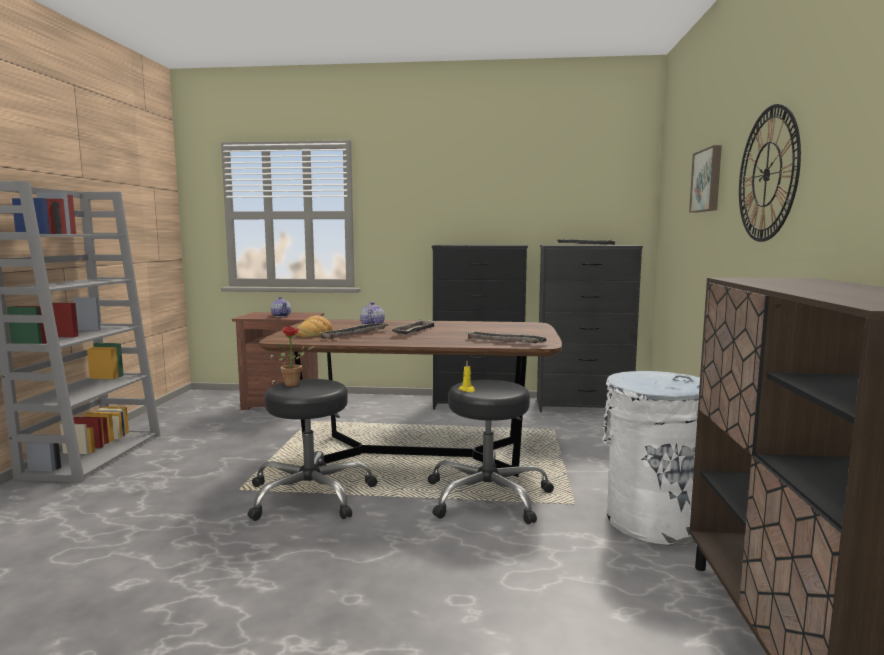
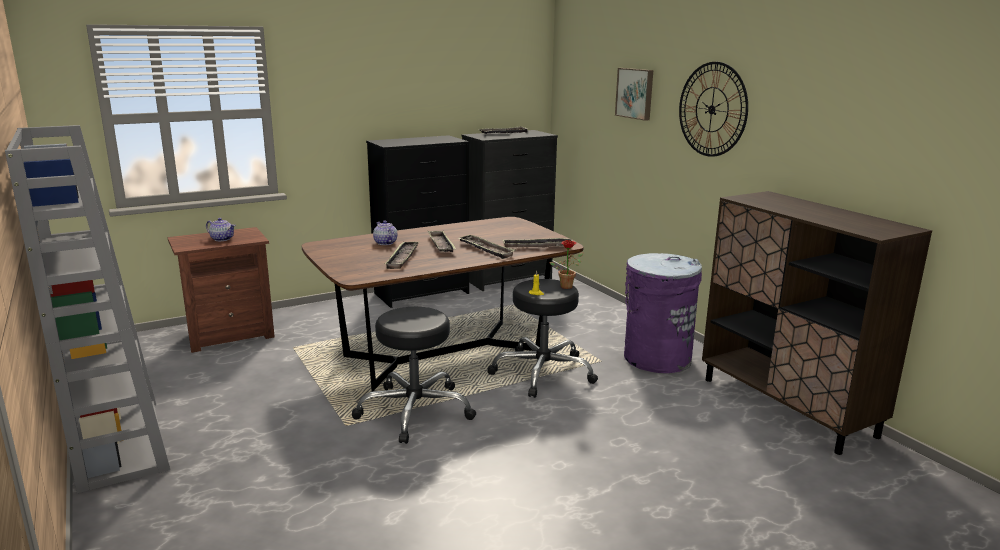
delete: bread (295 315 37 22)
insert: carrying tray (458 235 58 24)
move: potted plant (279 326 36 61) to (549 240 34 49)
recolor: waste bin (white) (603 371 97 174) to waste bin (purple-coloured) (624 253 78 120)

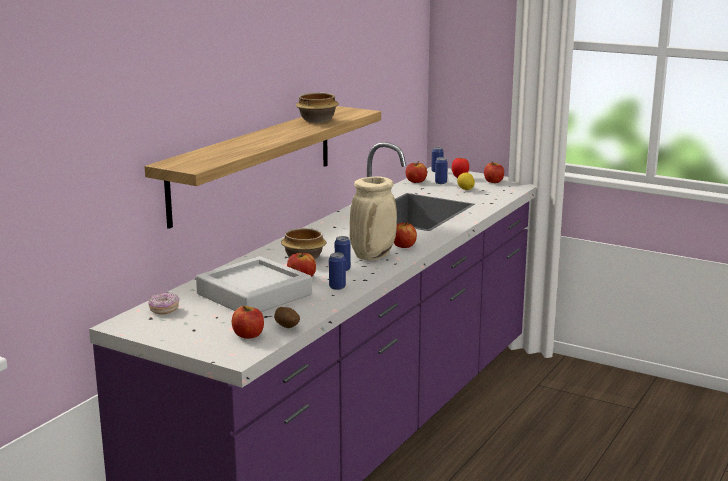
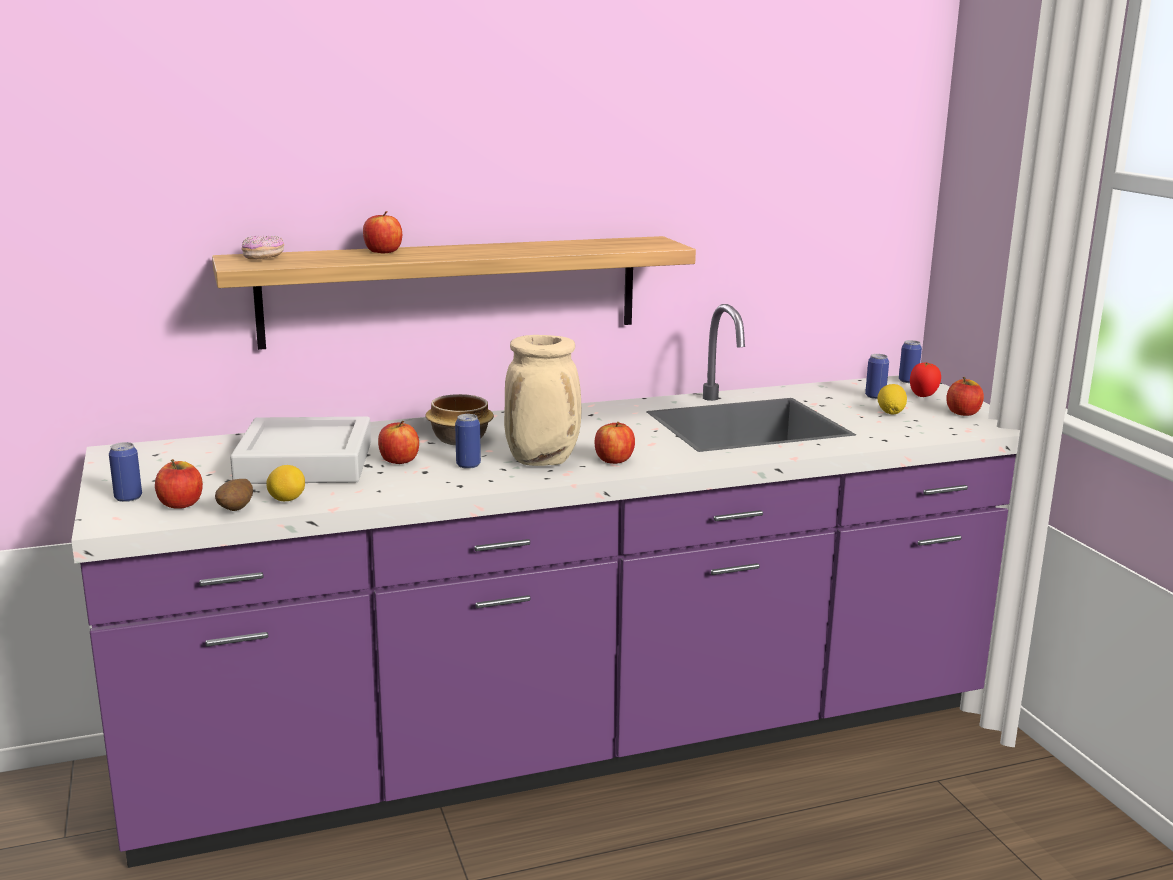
delete: deep dish (296 93 43 30)
insert: lemon (266 465 39 36)
move: doughnut (148 292 31 23) to (241 236 43 24); metal can (329 253 17 37) to (109 442 33 60); apple fruit (406 161 21 22) to (363 211 39 42)

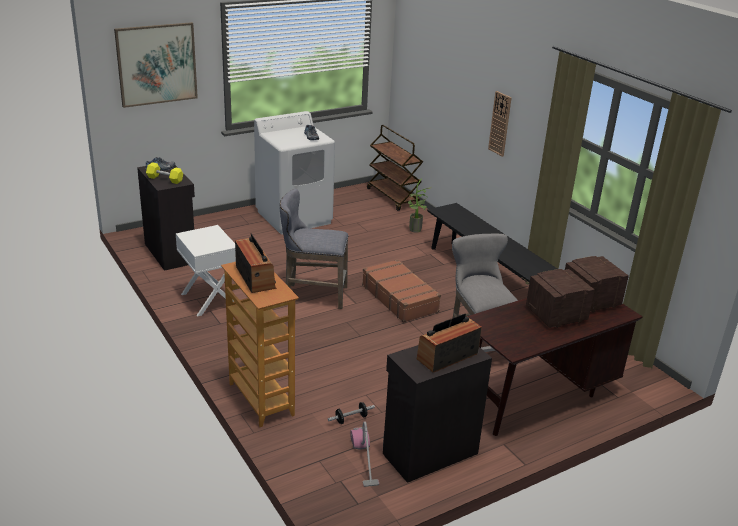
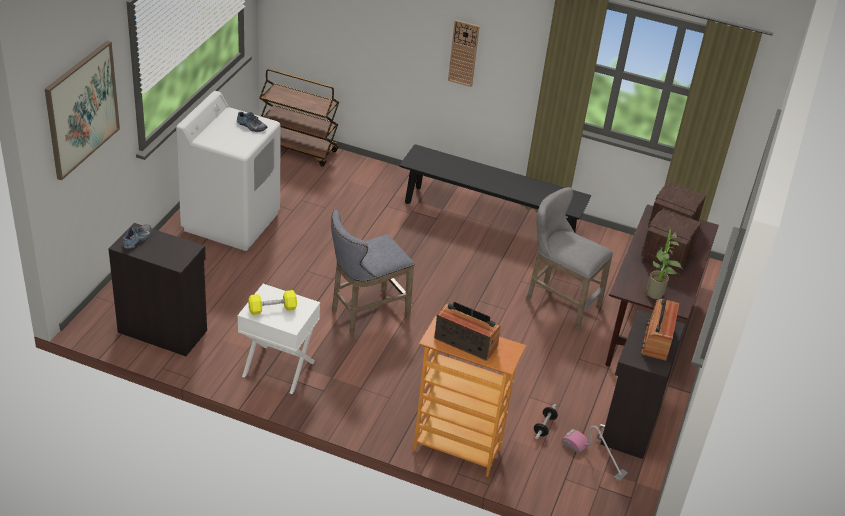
delete: travel case (brownish) (362 259 79 64)
move: hand weight (yellowish) (146 162 37 22) to (248 290 49 25); potted plant (408 179 23 54) to (646 229 37 70)

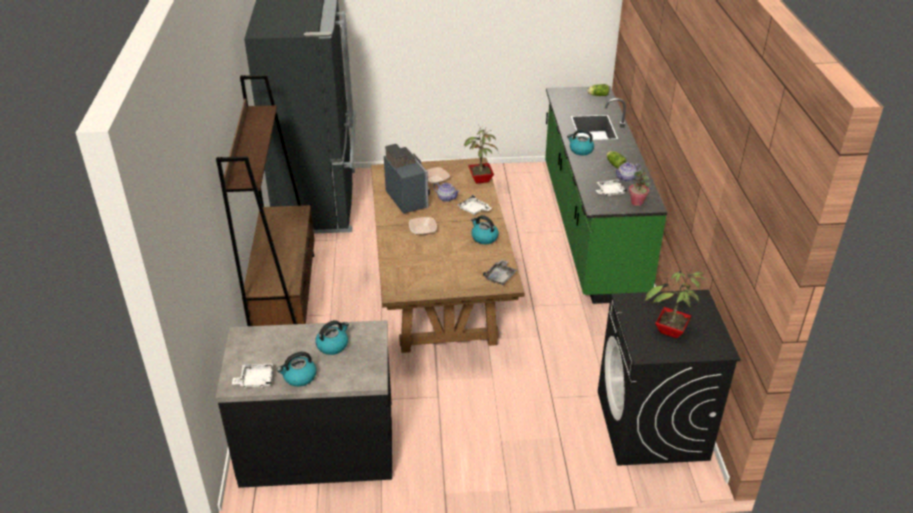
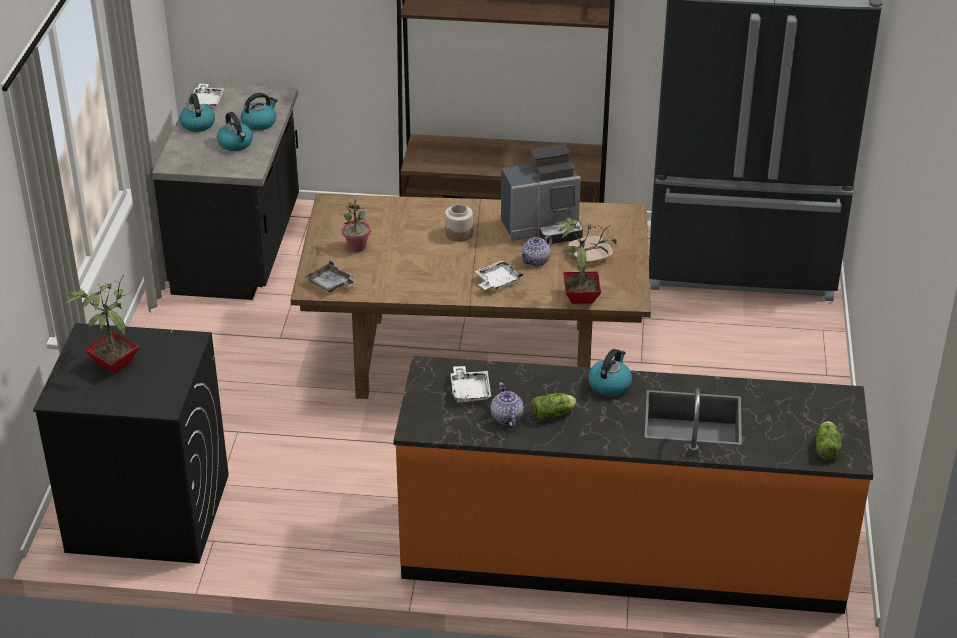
move: water kettle (471 215 28 29) to (241 93 37 38); potted plant (629 170 21 36) to (342 198 29 54)
replace: deep dish (409 217 28 18) to storage jar (445 204 28 38)
recolor: counter (green-coloured) (545 86 122 218) to counter (orange-coloured) (393 356 480 258)

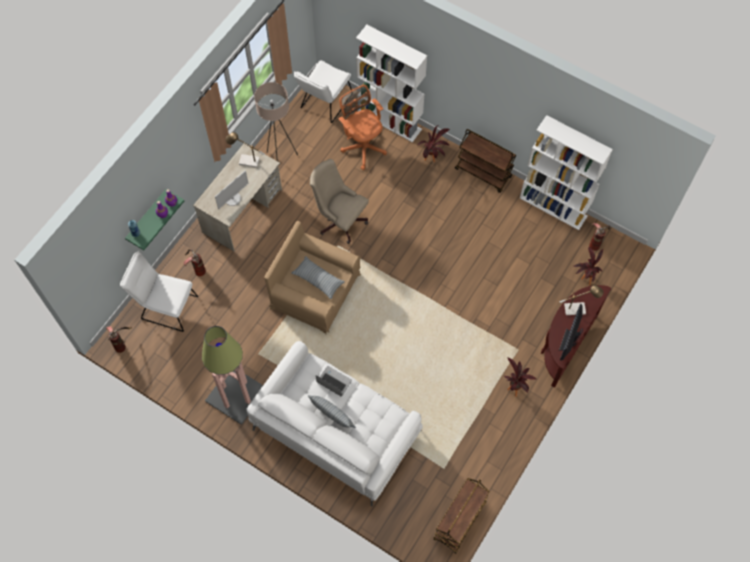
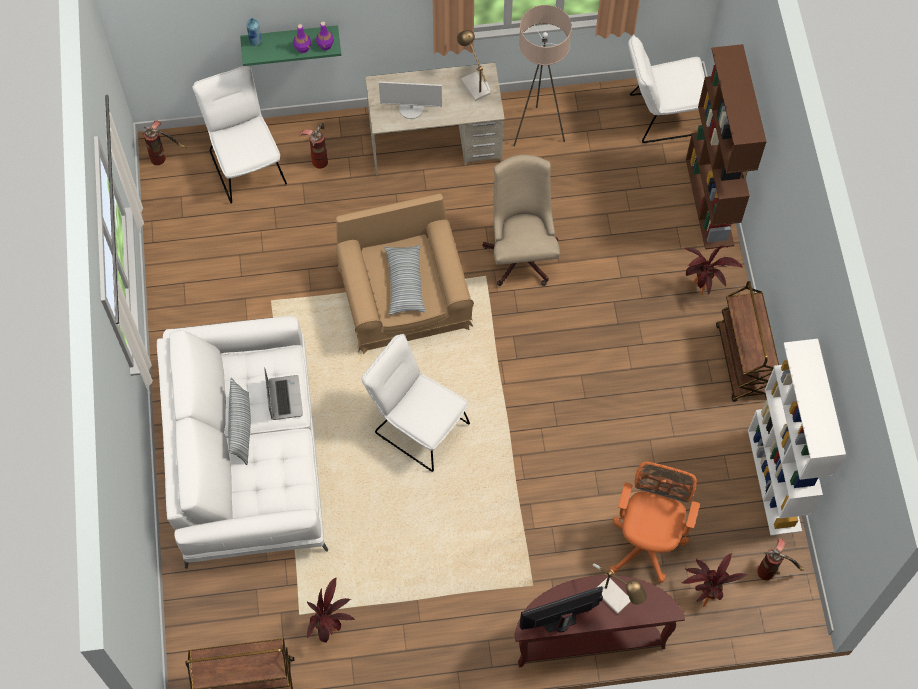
delete: standard lamp (202 326 61 99)
insert: plain chair (white) (362 334 108 138)
move: office chair (orange-coloured) (338 85 49 85) to (609 462 91 121); potted plant (504 357 33 40) to (307 578 49 65)
recolor: shelving unit (white) (356 25 71 117) to shelving unit (brownish) (686 44 81 205)

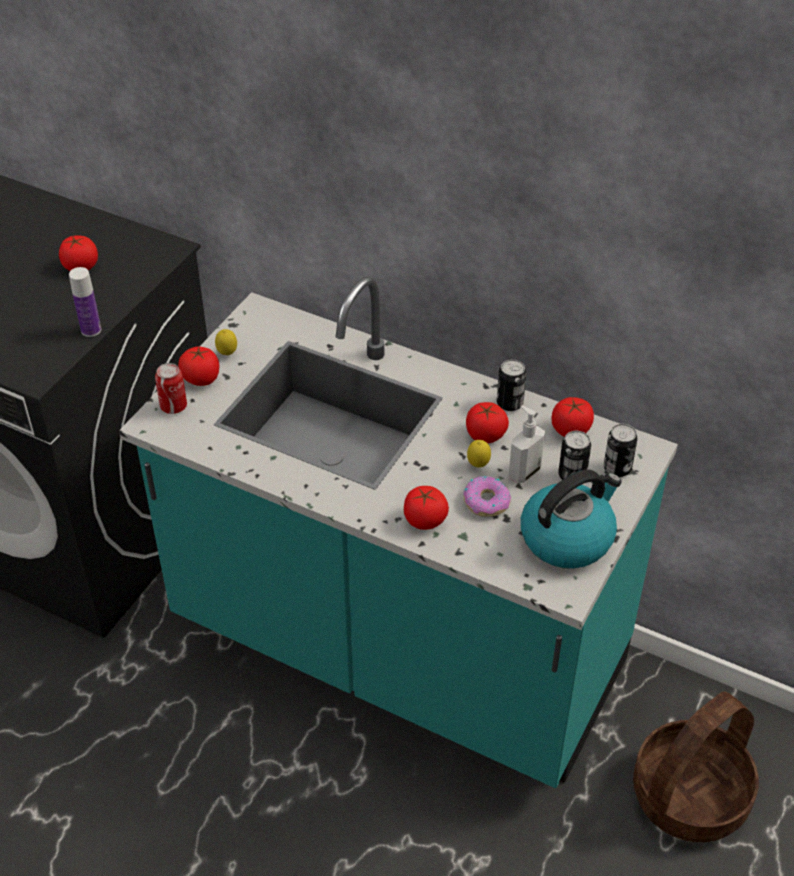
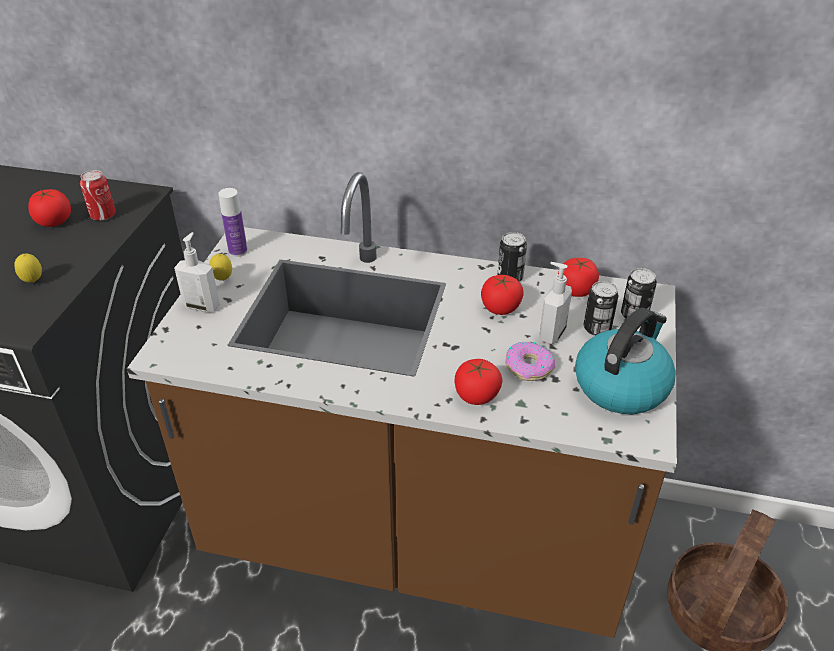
move: drink bottle (69 267 32 70) to (218 188 30 69); metal can (155 363 32 51) to (80 170 36 51); lemon (467 440 24 27) to (14 254 28 29)
replace: tomato (178 347 41 39) to soap dispenser (174 232 46 80)
recolor: counter (turquoise-coloured) (119 277 559 511) to counter (brownish) (127 172 550 466)

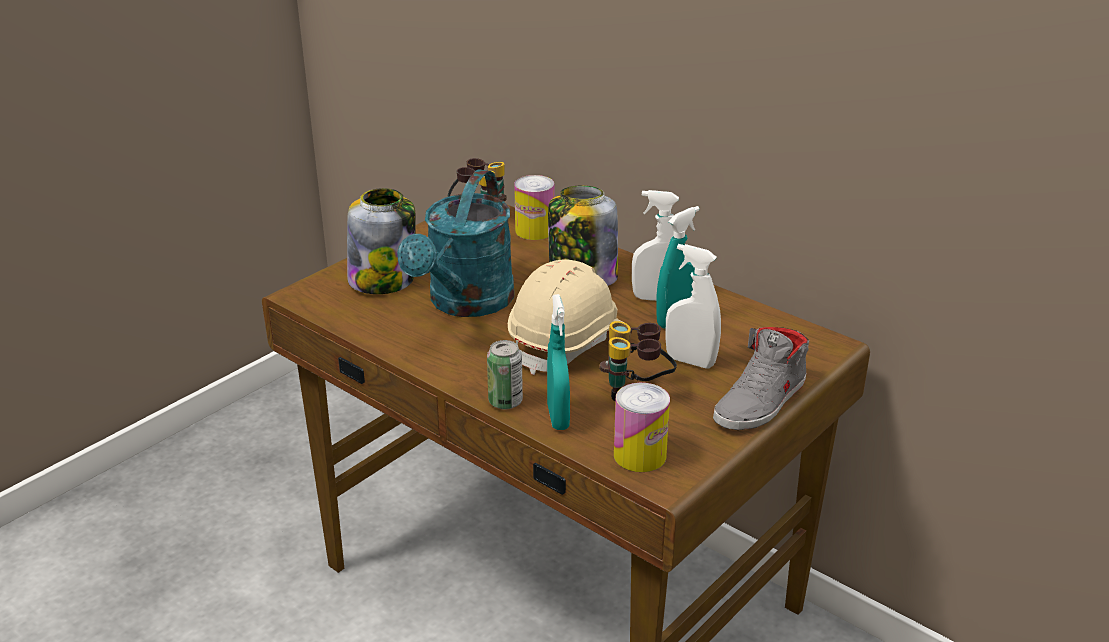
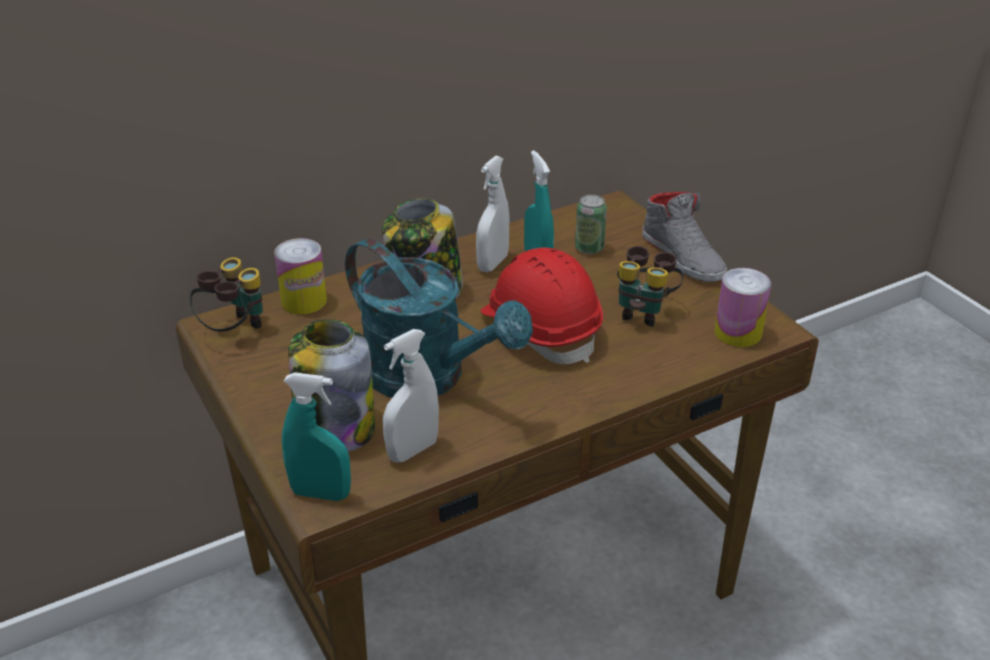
move: metal can (487 340 36 70) to (575 195 32 59); sprayer (turquoise-coloured) (547 294 23 136) to (282 372 69 129); sprayer (white) (665 244 56 124) to (383 329 56 134)
recolor: hard hat (beige) (508 260 114 115) to hard hat (red-coloured) (481 248 122 116)

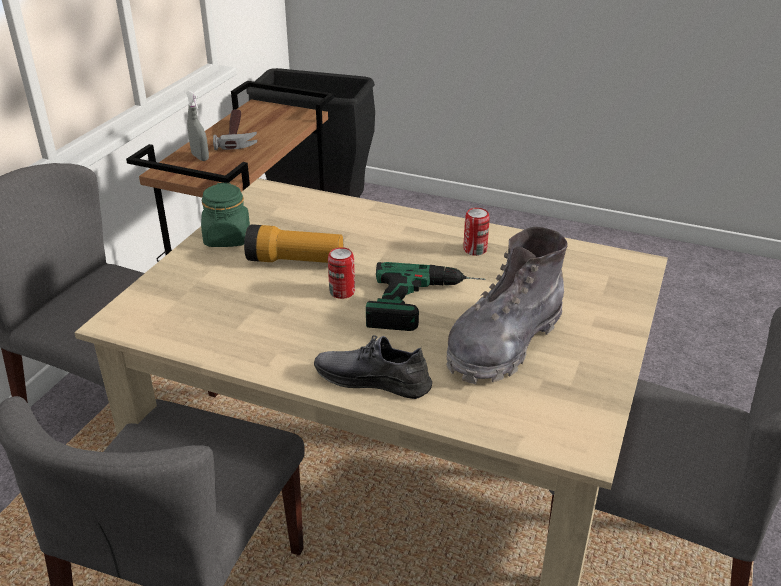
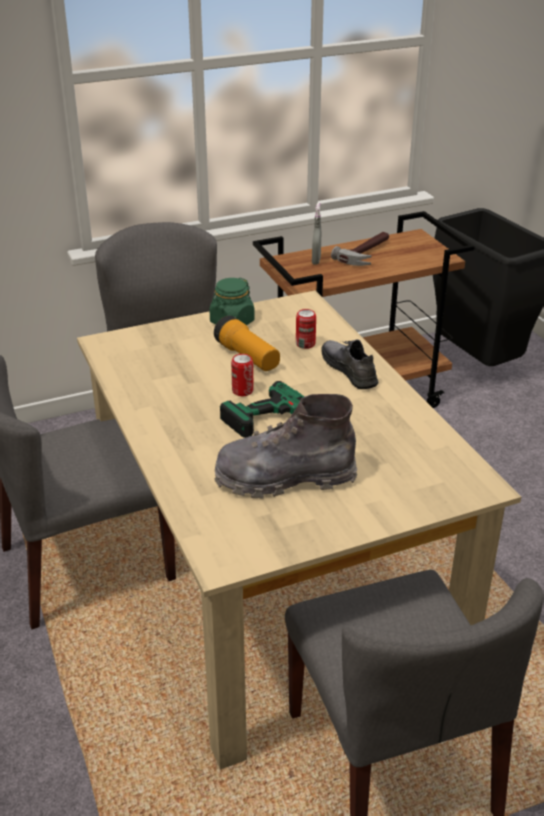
move: low shoe (greyish) (314 335 118 64) to (321 340 57 49); metal can (463 208 27 48) to (296 309 20 40)

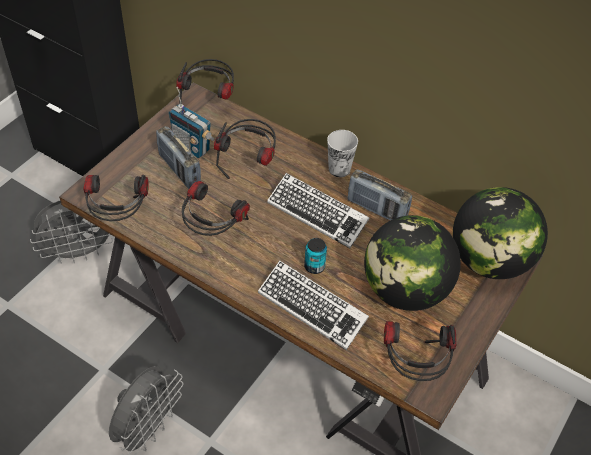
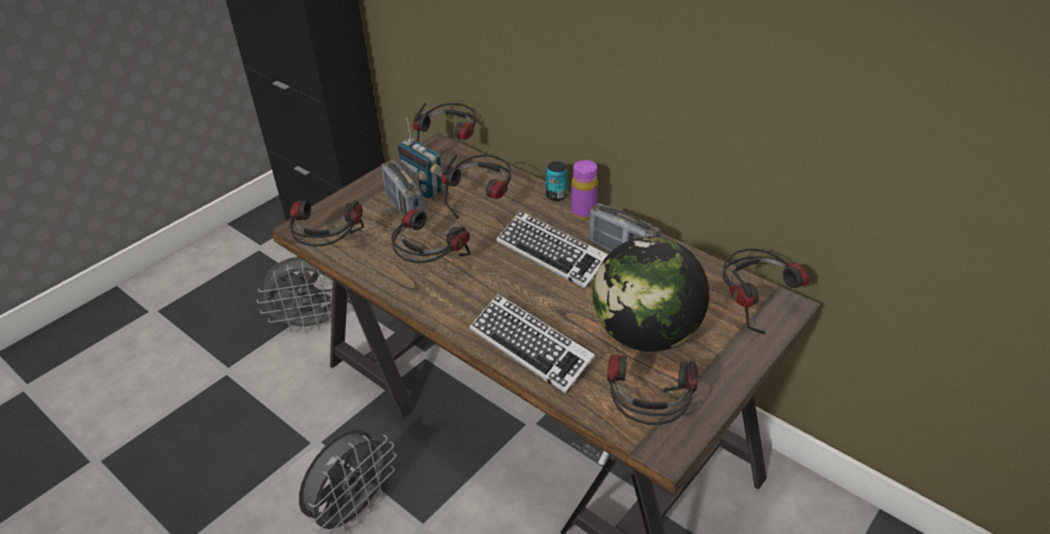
move: metal can (304 238 23 36) to (546 161 21 40)
replace: drinking cup (327 130 31 47) to drink bottle (purple-coloured) (571 160 27 60); globe (453 187 95 92) to pair of headphones (722 248 87 87)

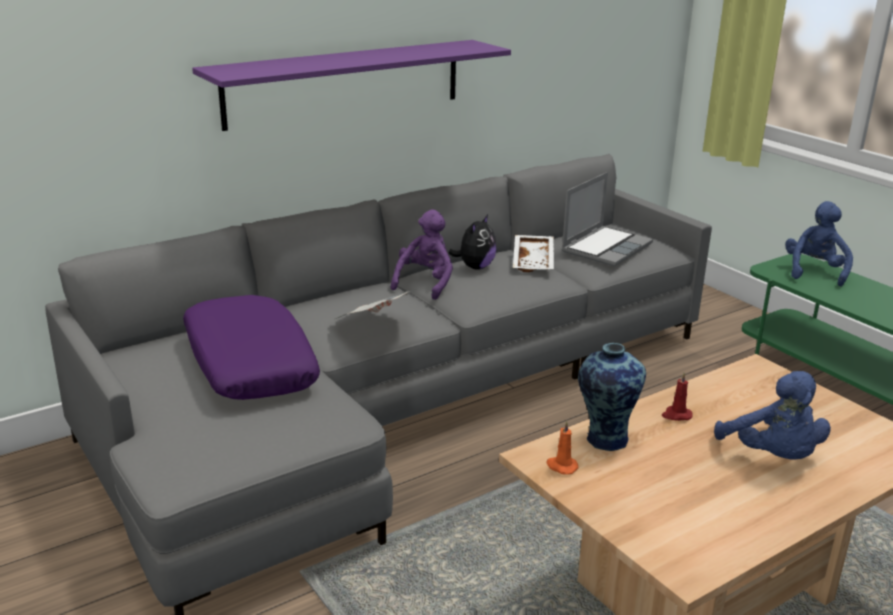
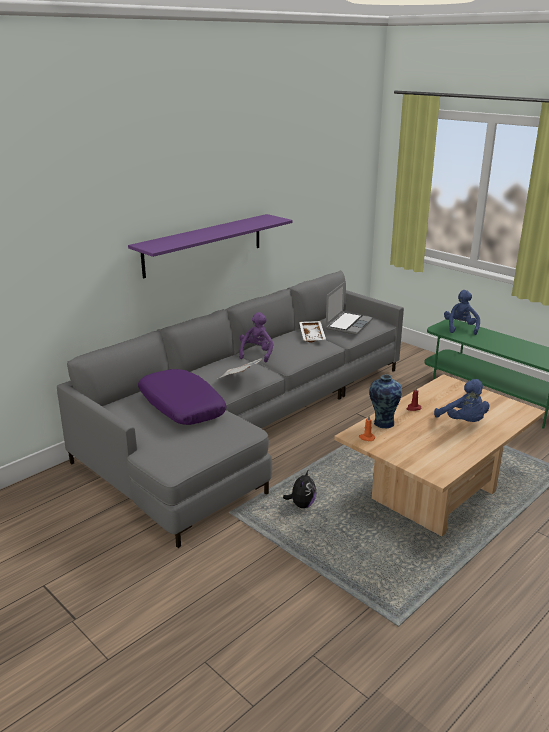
move: plush toy (449 215 48 55) to (283 469 33 39)

